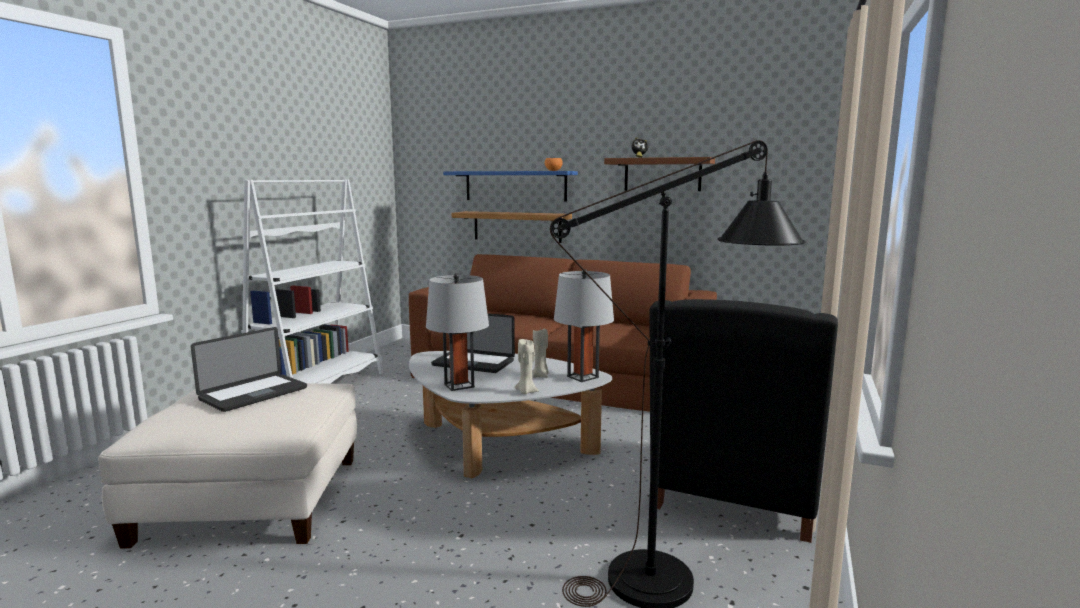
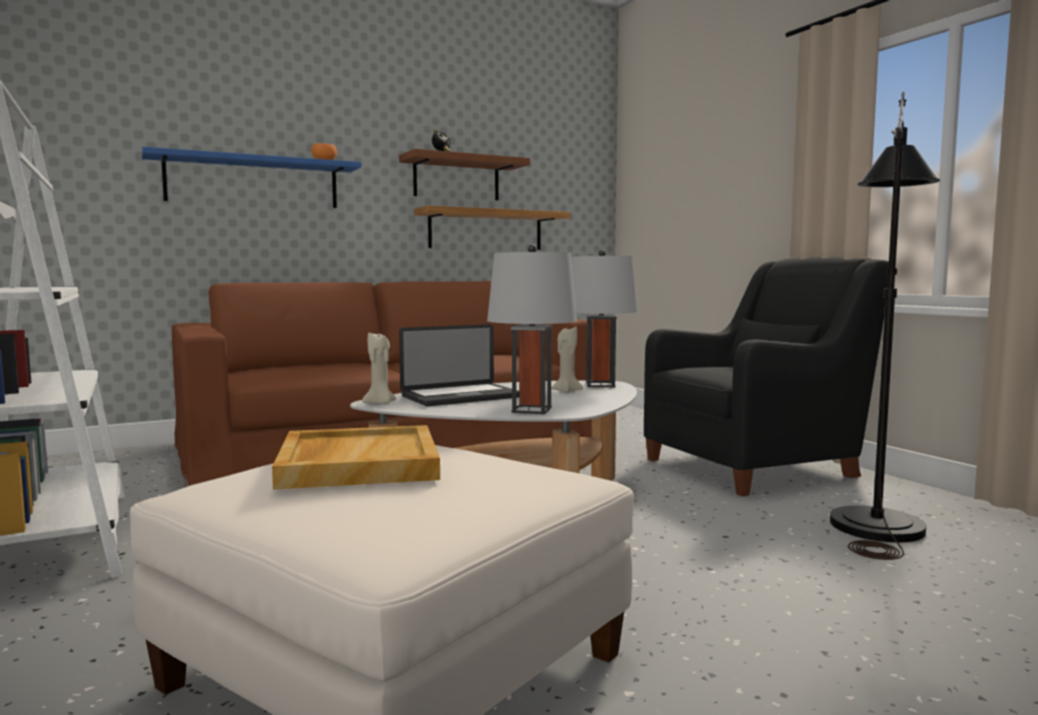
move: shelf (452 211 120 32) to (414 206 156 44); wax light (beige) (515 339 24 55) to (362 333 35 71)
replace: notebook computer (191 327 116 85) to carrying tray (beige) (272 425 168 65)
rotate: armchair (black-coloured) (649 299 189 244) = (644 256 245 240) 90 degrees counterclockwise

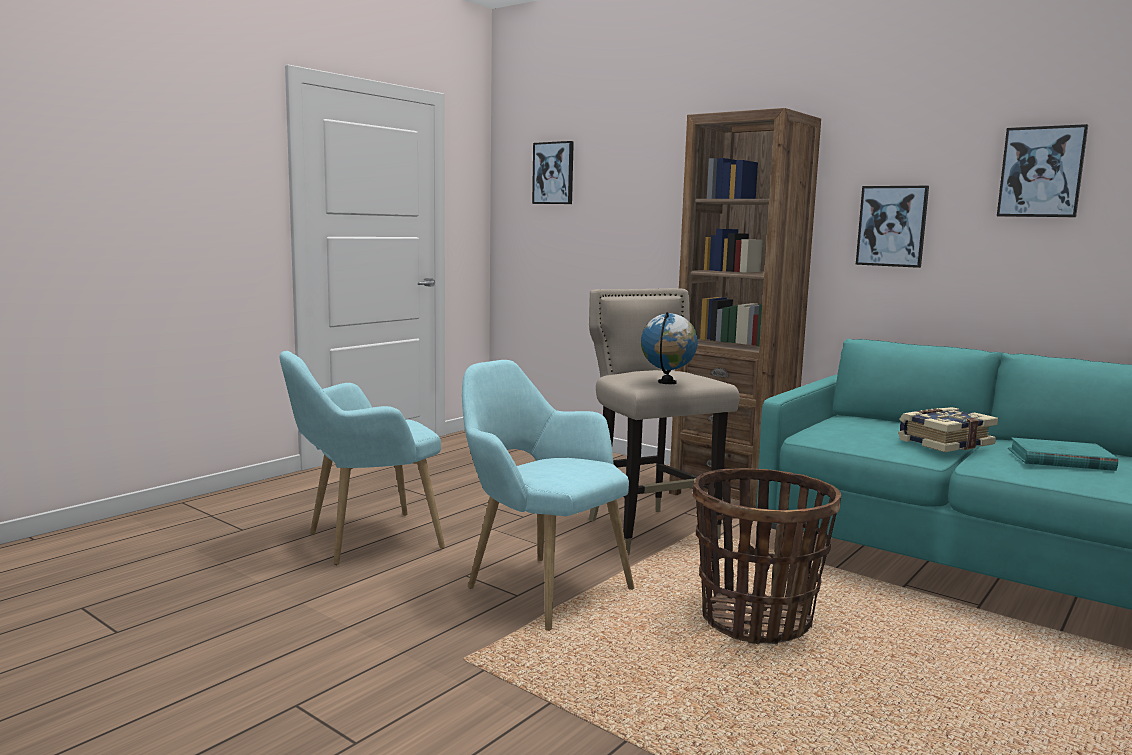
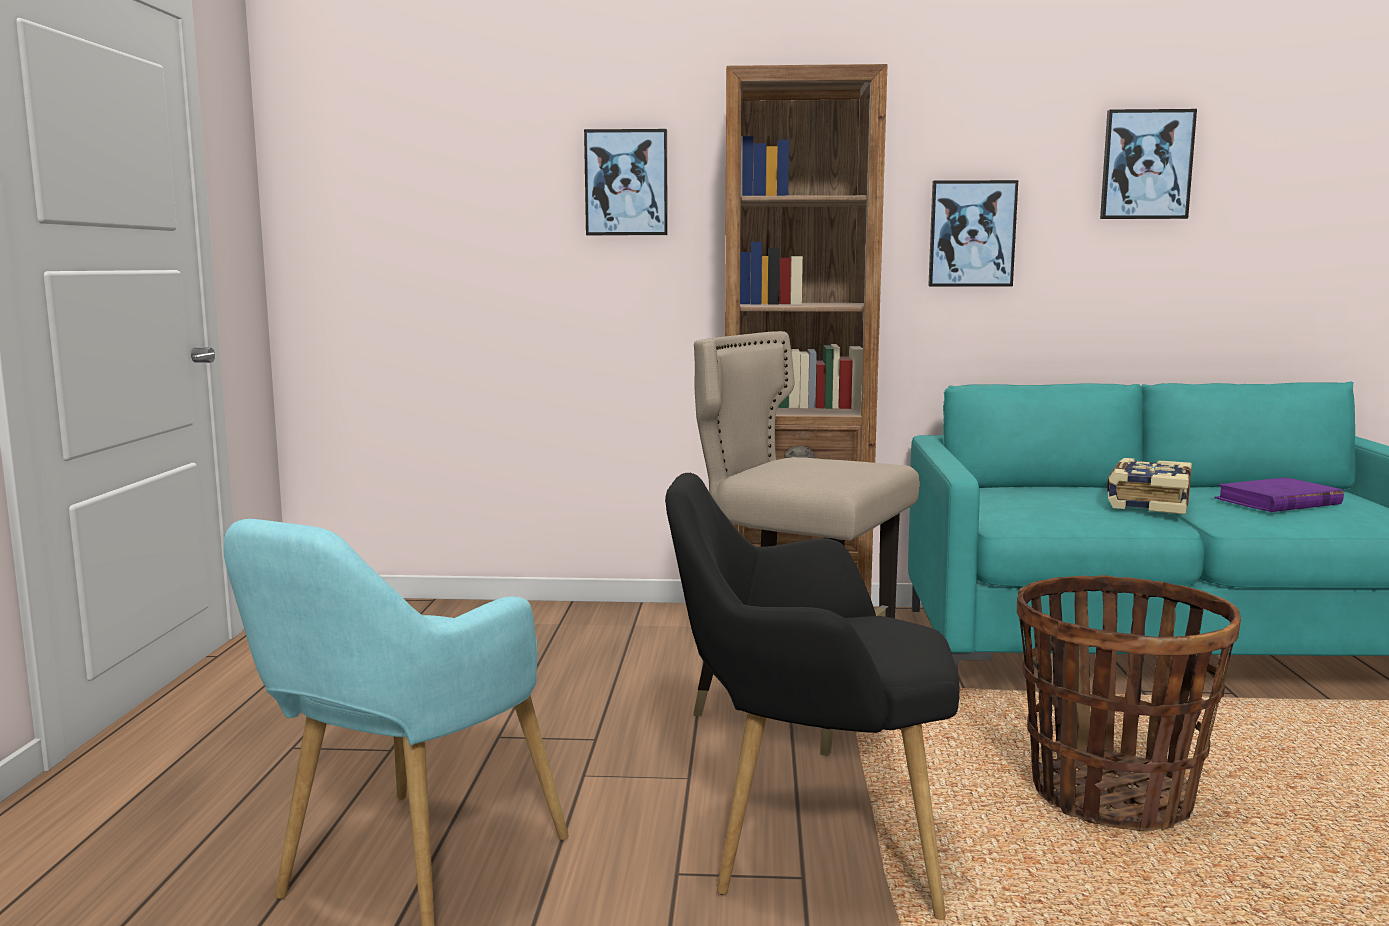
delete: globe (641 312 57 72)
move: wall picture (532 141 42 63) to (584 129 84 106)
recolor: armchair (turquoise-coloured) (462 360 172 271) to armchair (black-coloured) (665 473 294 447); volume (turquoise-coloured) (1008 437 110 34) to volume (purple-coloured) (1214 477 130 35)

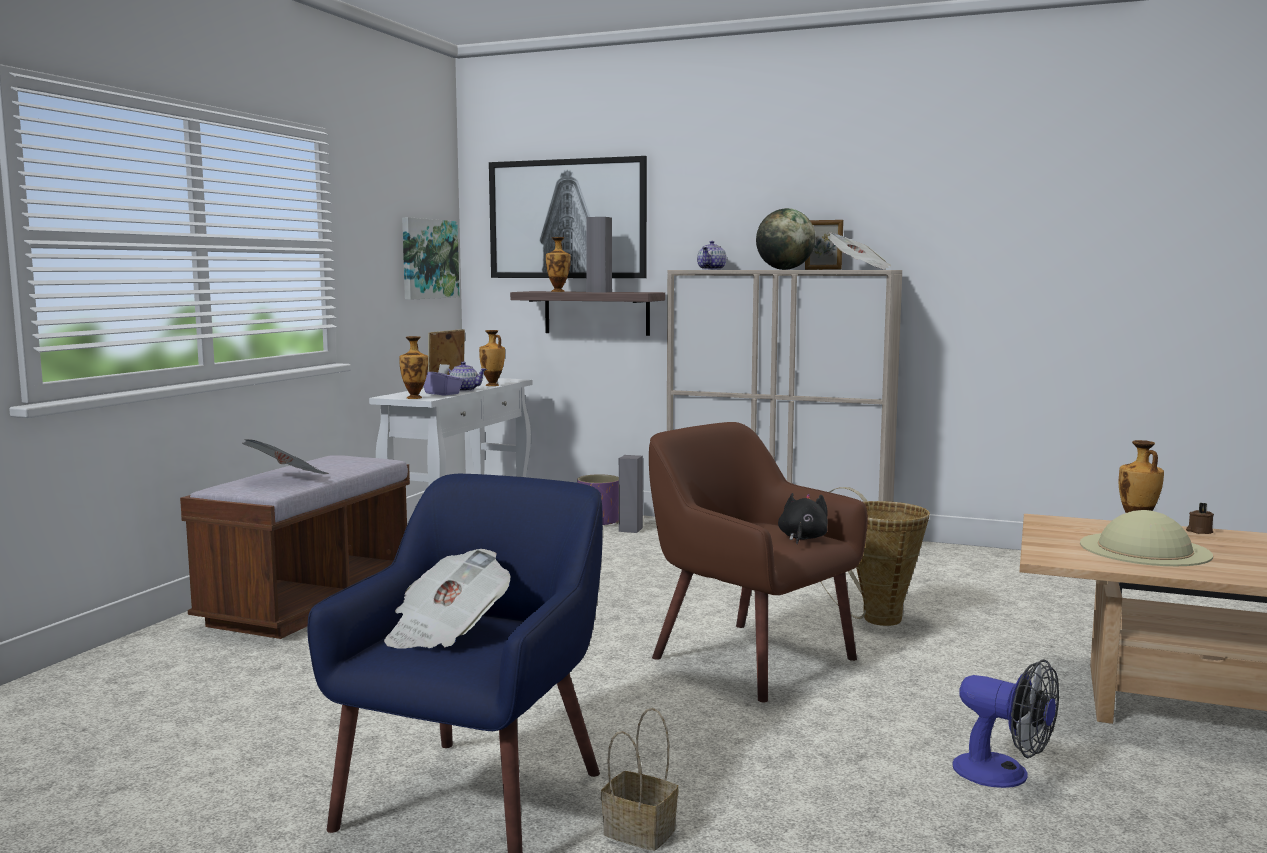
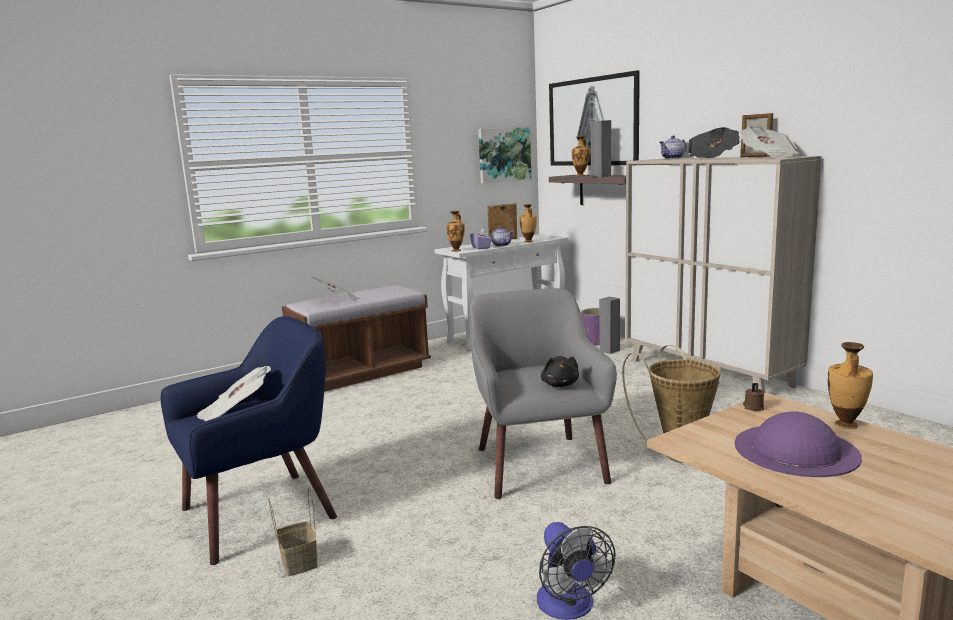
move: wax light (brownish) (1186 503 28 31) to (743 383 21 28)
replace: globe (756 208 59 62) to daily paper (688 127 52 31)
recolor: armchair (brownish) (649 422 219 280) to armchair (greyish) (469 288 148 211); clothing hat (beige) (1080 510 133 56) to clothing hat (purple-coloured) (735 411 127 66)
rotate: plush toy (black-coloured) (778 493 50 51) = (541 356 38 31) 120 degrees clockwise

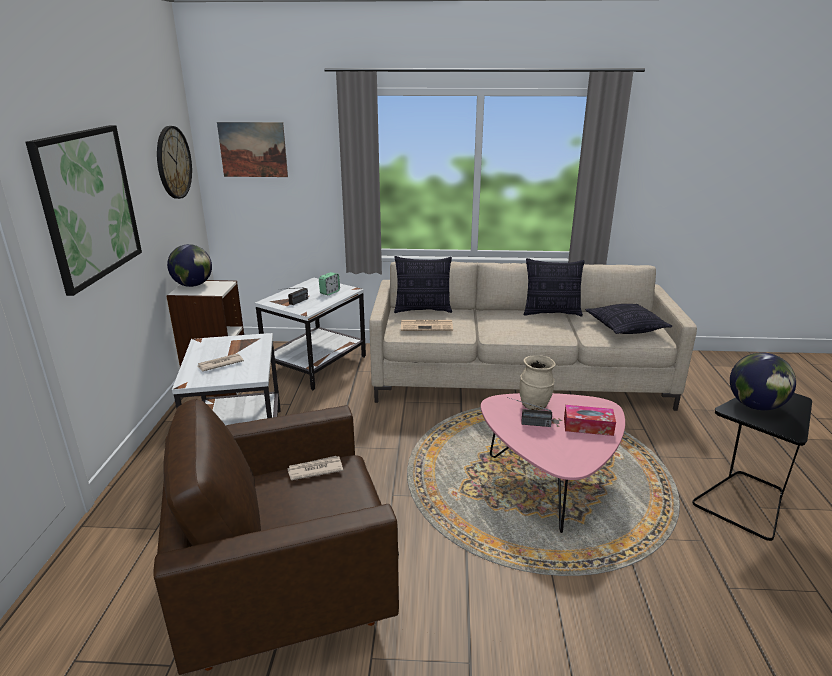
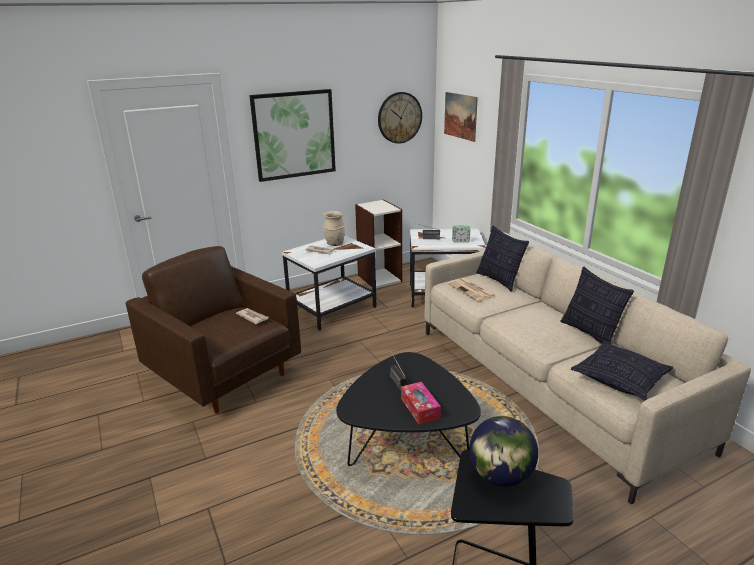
delete: globe (167 244 45 43)
move: decorative vase (beige) (519 355 37 55) to (324 211 21 35)
recolor: low table (pink-coloured) (481 393 144 140) to low table (black-coloured) (336 352 145 114)

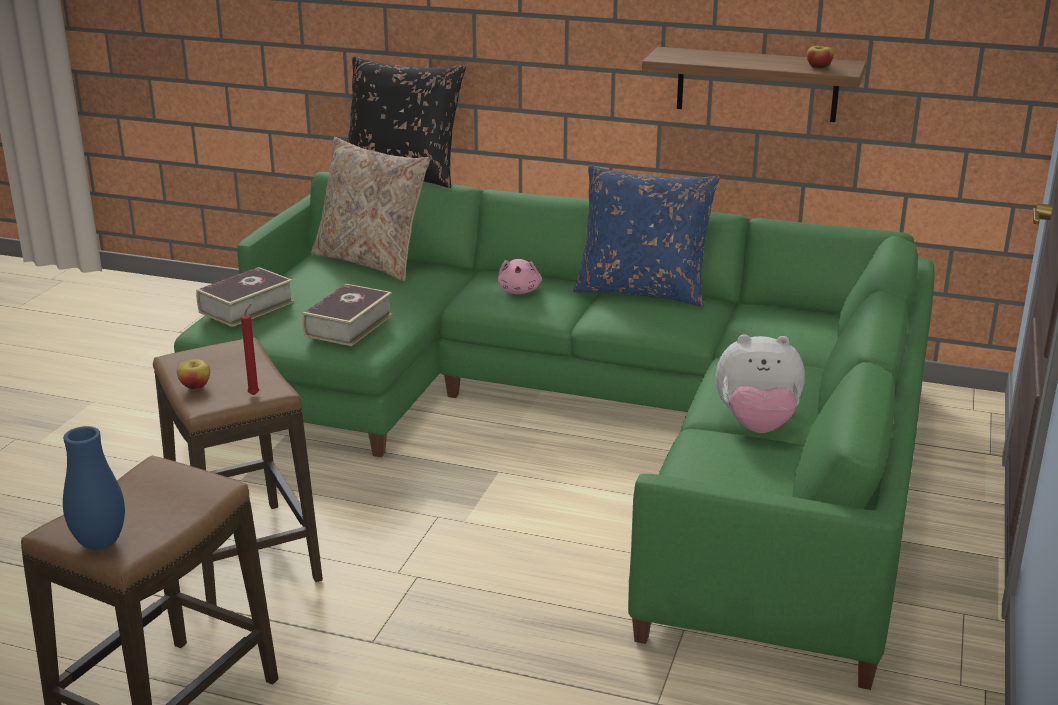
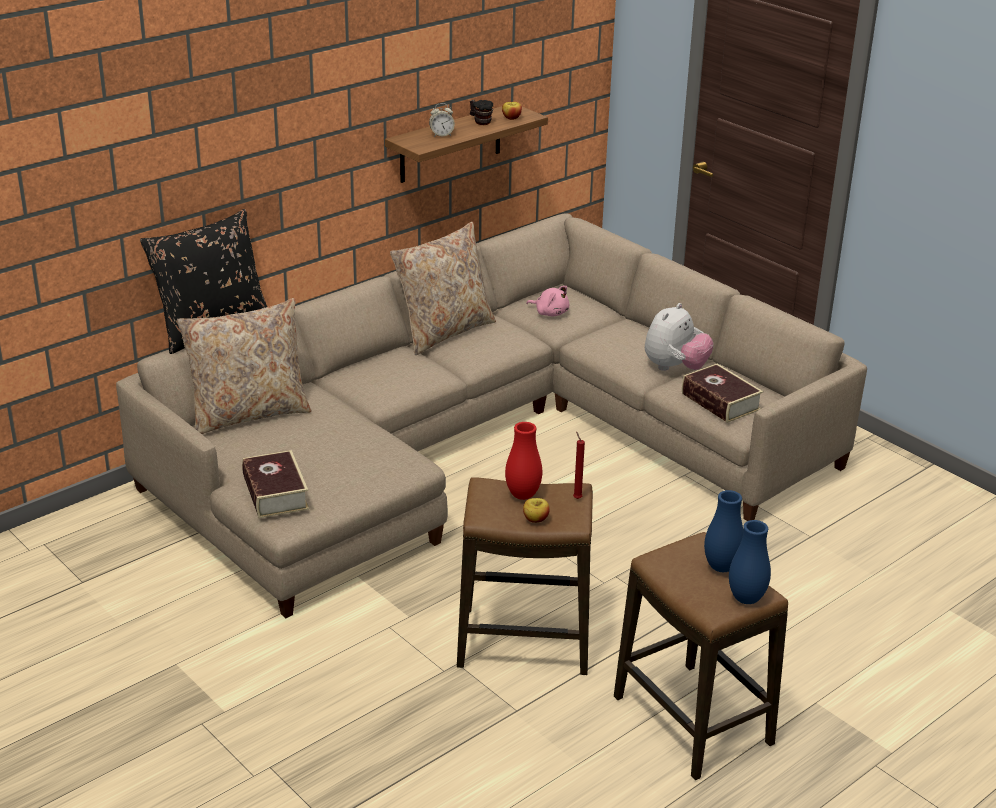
insert: alarm clock (429 103 26 34); mug (470 100 23 25); decorative vase (red-coloured) (505 422 37 78); decorative vase (bluish) (704 490 39 82)
move: volume (302 284 91 62) to (682 364 81 59); plush toy (pink-coloured) (498 259 43 35) to (526 286 43 30)
recolor: settee (green-coloured) (174 172 761 518) to settee (beige) (116 213 751 405); cushion (bluish) (573 165 147 142) to cushion (beige) (390 222 106 133)

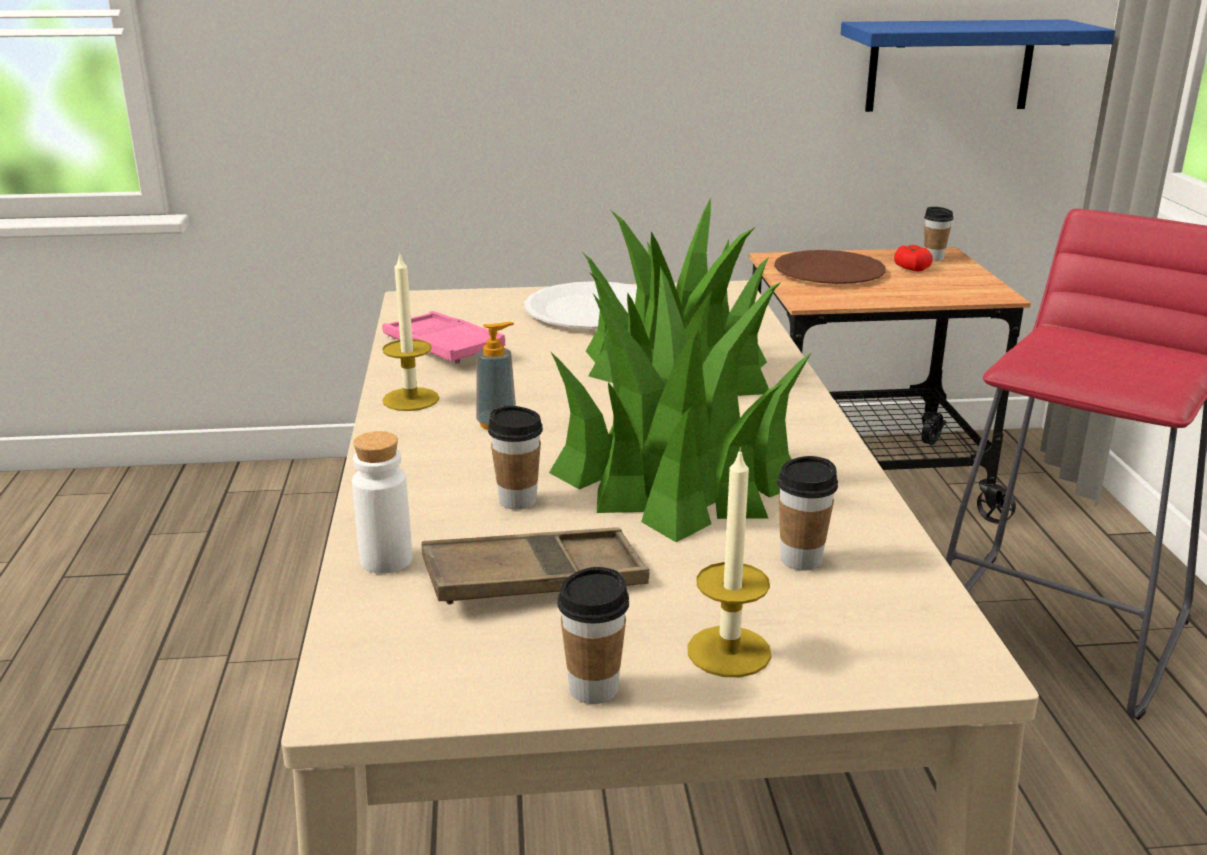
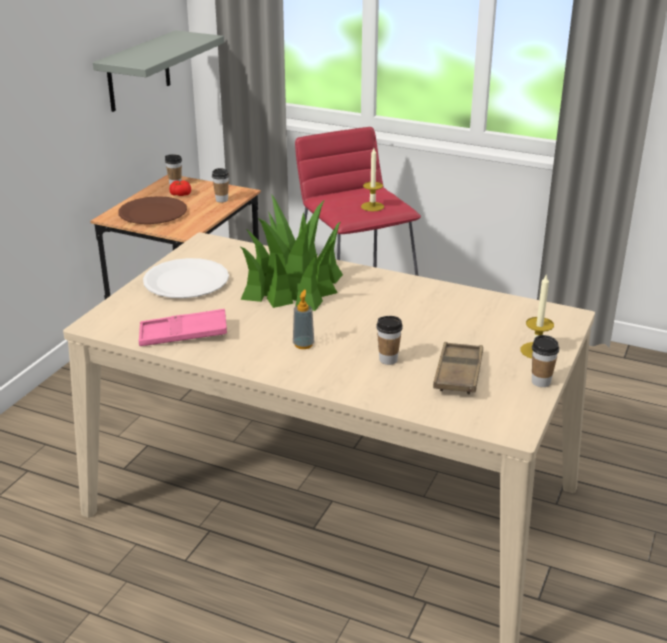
delete: drink bottle (white) (352 431 60 143); potted plant (549 266 263 276)
move: wax light (382 252 57 159) to (361 148 23 64); drinking cup (777 456 61 115) to (212 168 17 35)
recolor: shelf (bluish) (841 19 274 93) to shelf (greyish) (93 30 131 82)

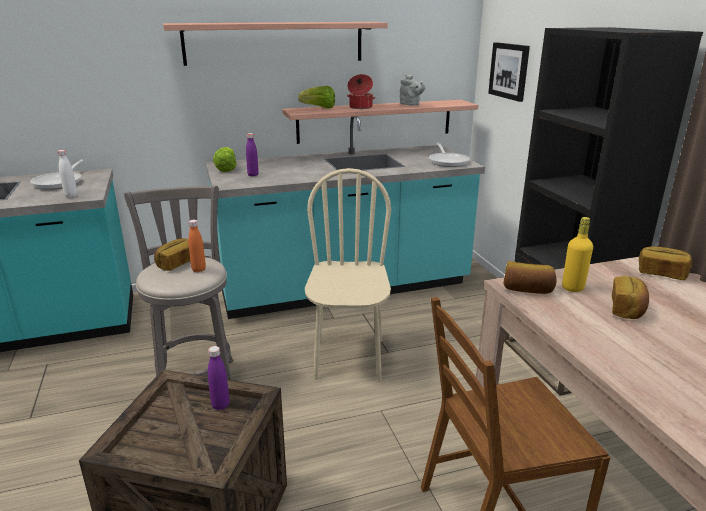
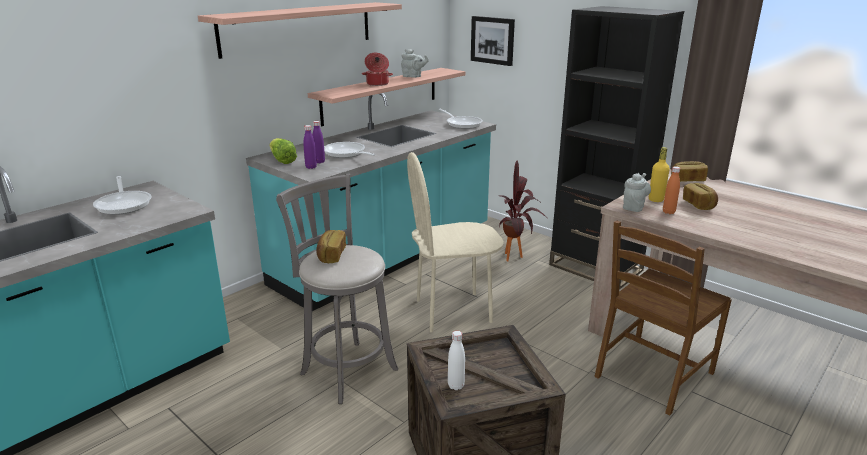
delete: lettuce head (298 86 37 22)
insert: frying pan (324 142 52 16); potted plant (498 160 49 101)
move: drink bottle (white) (58 150 20 48) to (448 331 17 59); drink bottle (orange-coloured) (188 220 18 52) to (663 166 17 48); drink bottle (purple-coloured) (208 346 22 64) to (303 125 14 44)
replace: bread (503 261 54 33) to pot for tea (greyish) (623 173 28 39)
rotate: plain chair (beige) (305 168 86 213) = (407 152 97 181) 75 degrees counterclockwise

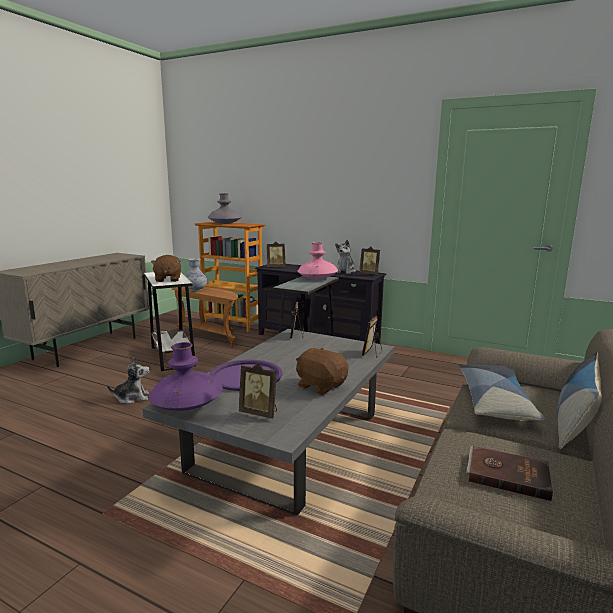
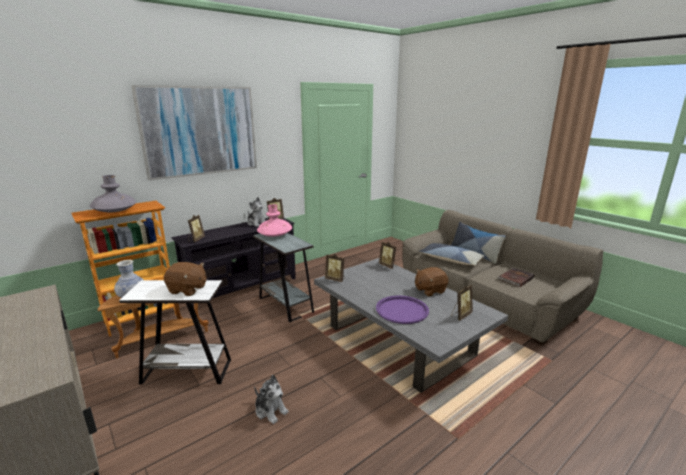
delete: decorative vase (purple-coloured) (149 342 74 69)
insert: wall picture (131 85 126 96)
rotate: plush toy (107 357 43 47) = (254 375 35 49) 120 degrees clockwise

